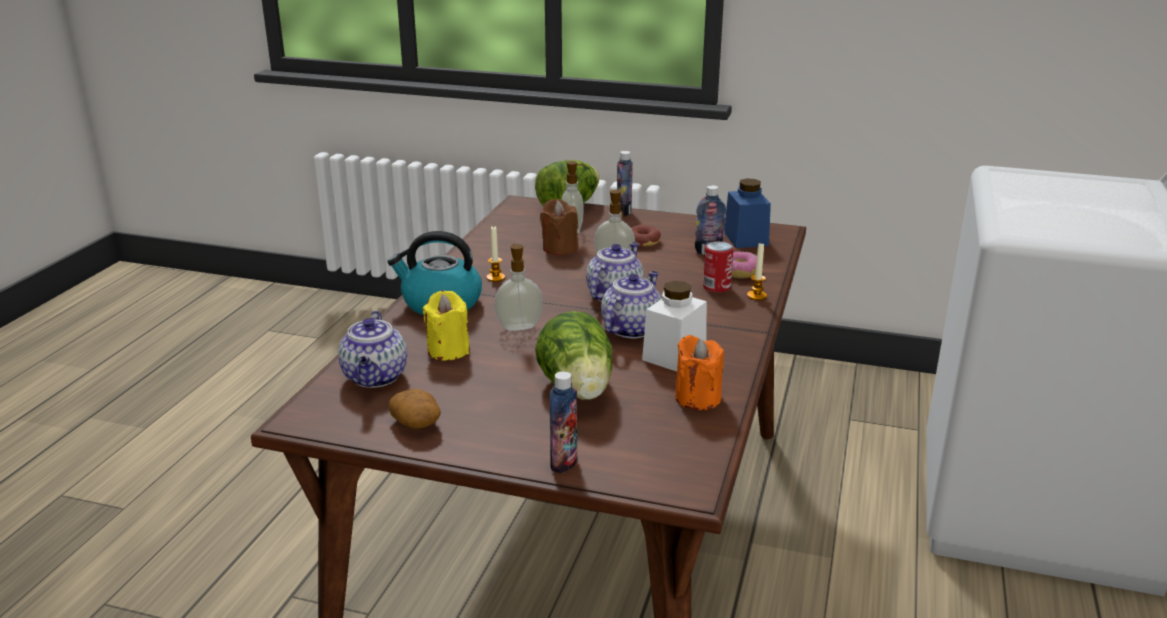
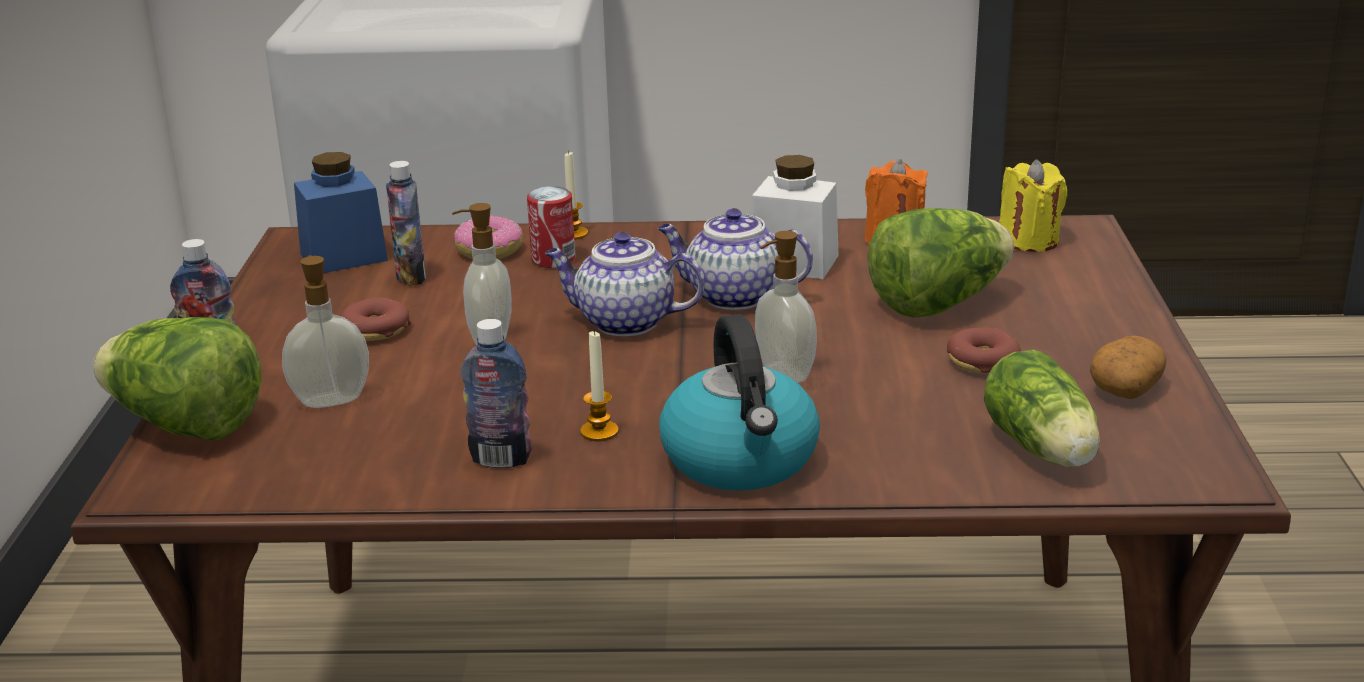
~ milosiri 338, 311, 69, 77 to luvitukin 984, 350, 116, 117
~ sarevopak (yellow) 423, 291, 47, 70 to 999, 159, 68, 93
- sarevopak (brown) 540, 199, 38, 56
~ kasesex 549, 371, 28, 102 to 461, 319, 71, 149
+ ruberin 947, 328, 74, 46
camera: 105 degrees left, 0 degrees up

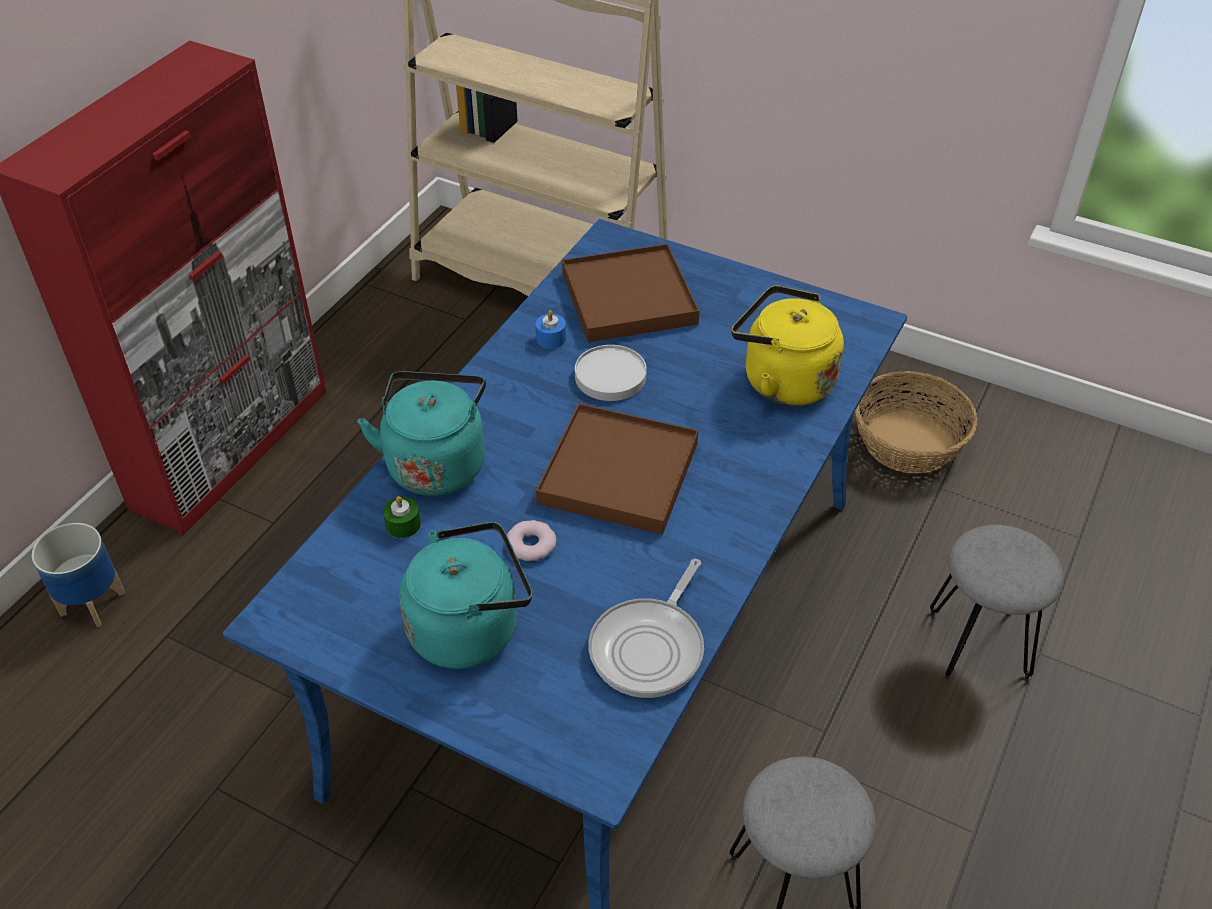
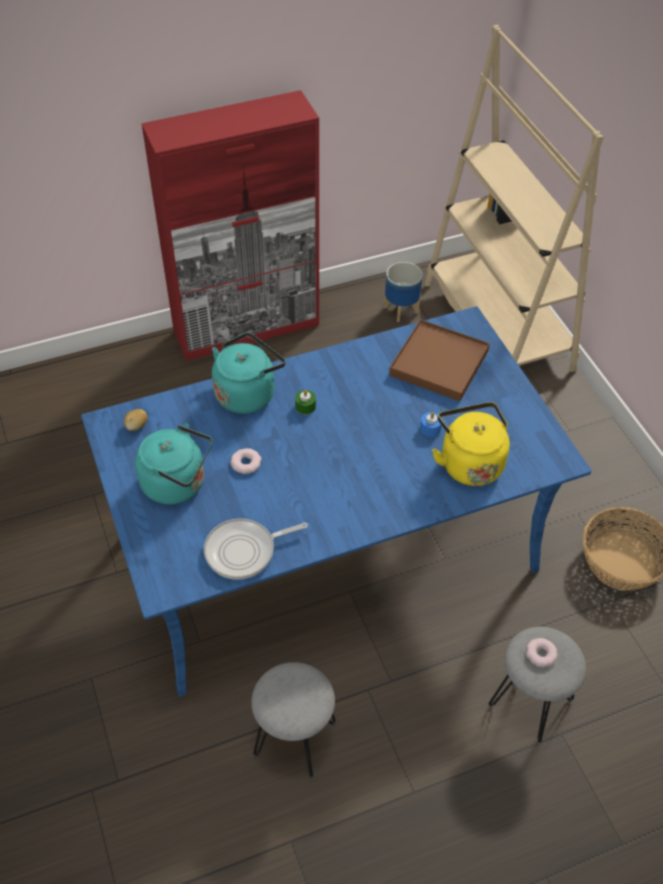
~ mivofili 32, 523, 93, 104 to 384, 262, 39, 60
~ sarevopak (green) 383, 496, 38, 42 to 295, 390, 21, 24
~ sarevopak (blue) 535, 310, 31, 39 to 420, 412, 22, 25
- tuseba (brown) 536, 403, 163, 132
- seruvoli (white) 575, 345, 72, 56
+ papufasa 124, 409, 23, 22
+ ruberin 526, 638, 31, 29
camera: 40 degrees right, 5 degrees up

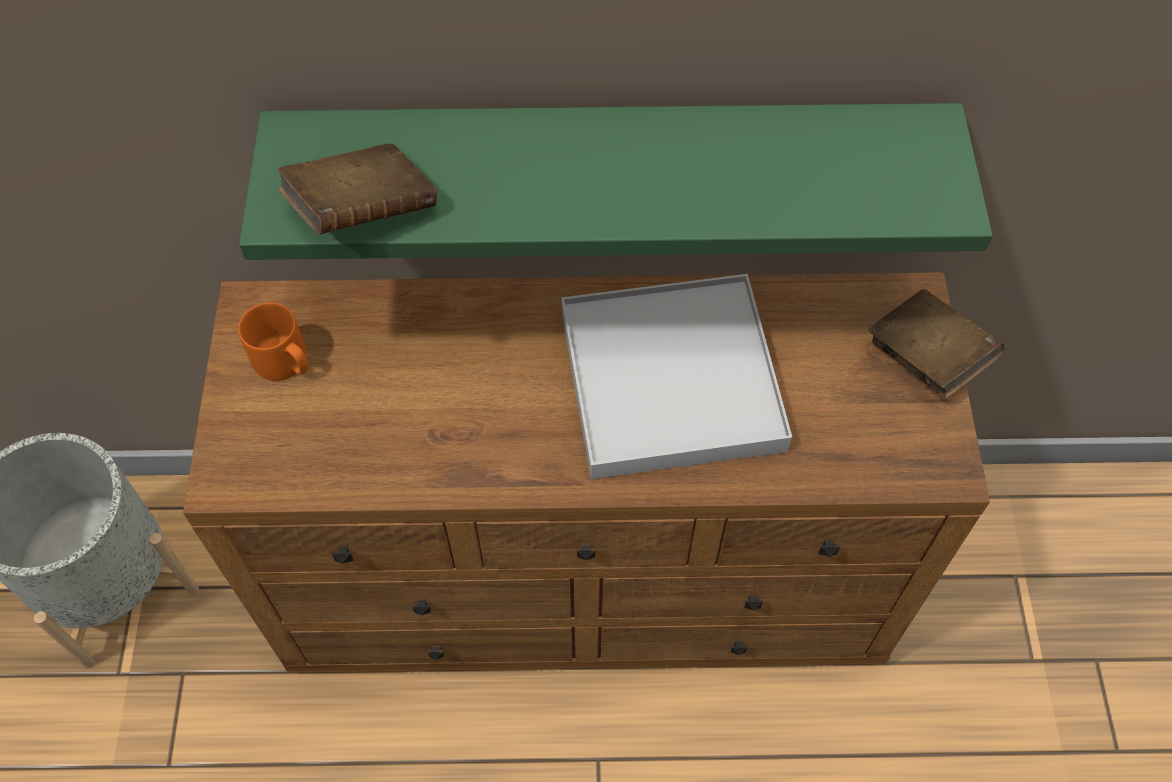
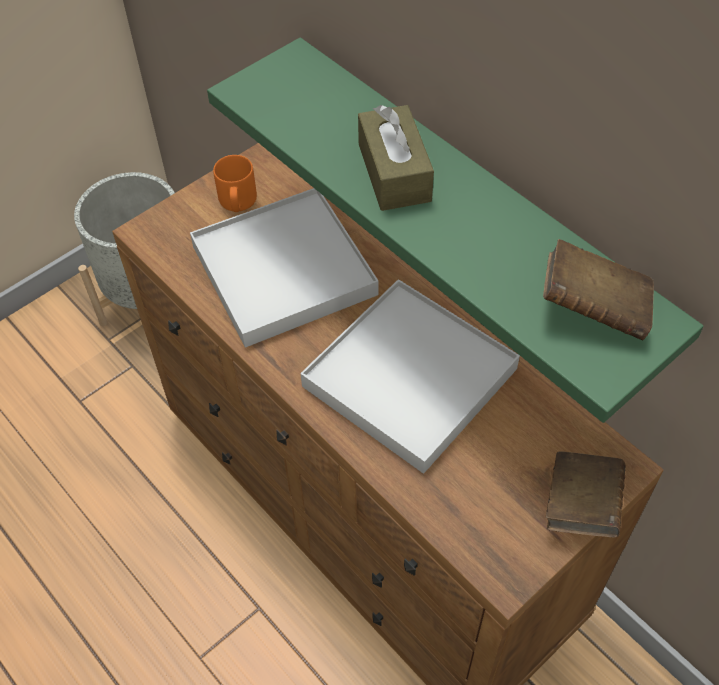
~ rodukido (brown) 277, 143, 160, 91 to 543, 239, 111, 101
+ tuseba (white) 190, 188, 189, 160
+ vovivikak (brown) 358, 105, 76, 106
camera: 50 degrees right, 5 degrees down

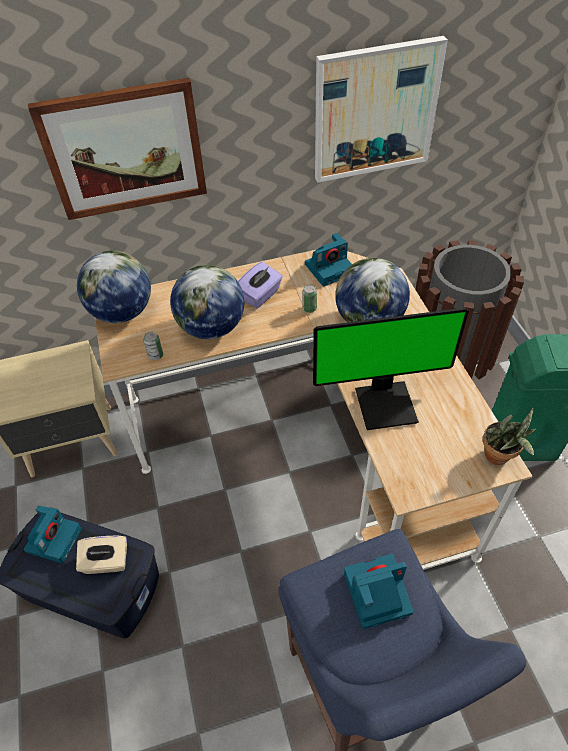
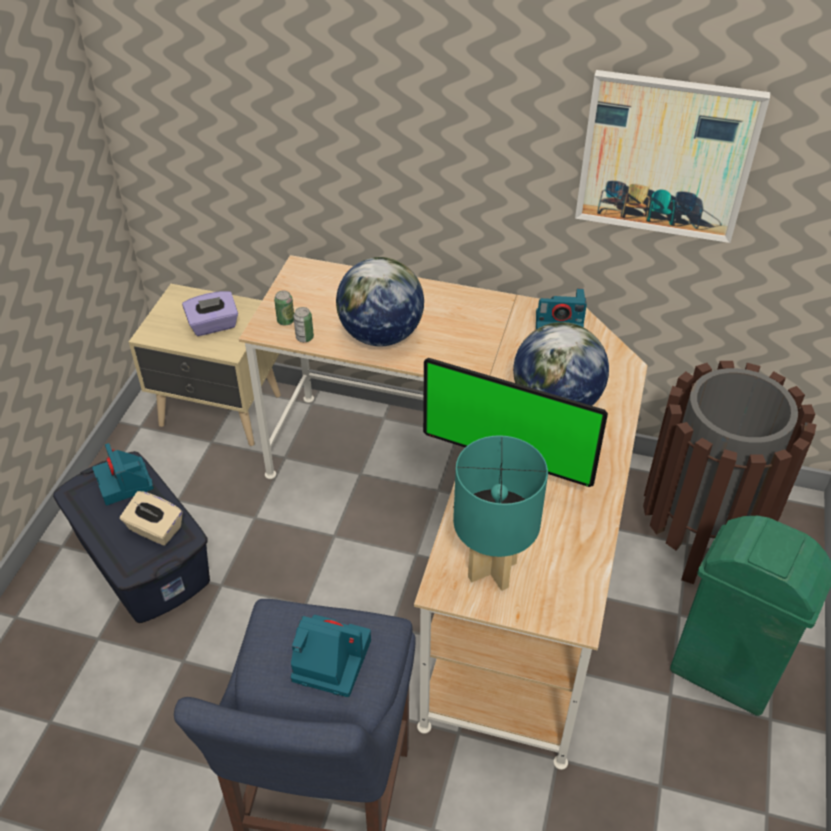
~ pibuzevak 24, 505, 58, 58 = 92, 443, 62, 62 105 degrees clockwise
- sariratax 28, 78, 179, 142
- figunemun 77, 251, 74, 72
~ vovivikak (purple) 238, 262, 45, 46 to 182, 291, 56, 45
~ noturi 302, 284, 15, 29 to 274, 290, 20, 35
- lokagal 483, 408, 53, 57
+ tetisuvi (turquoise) 453, 435, 95, 156
camera: 30 degrees right, 5 degrees down

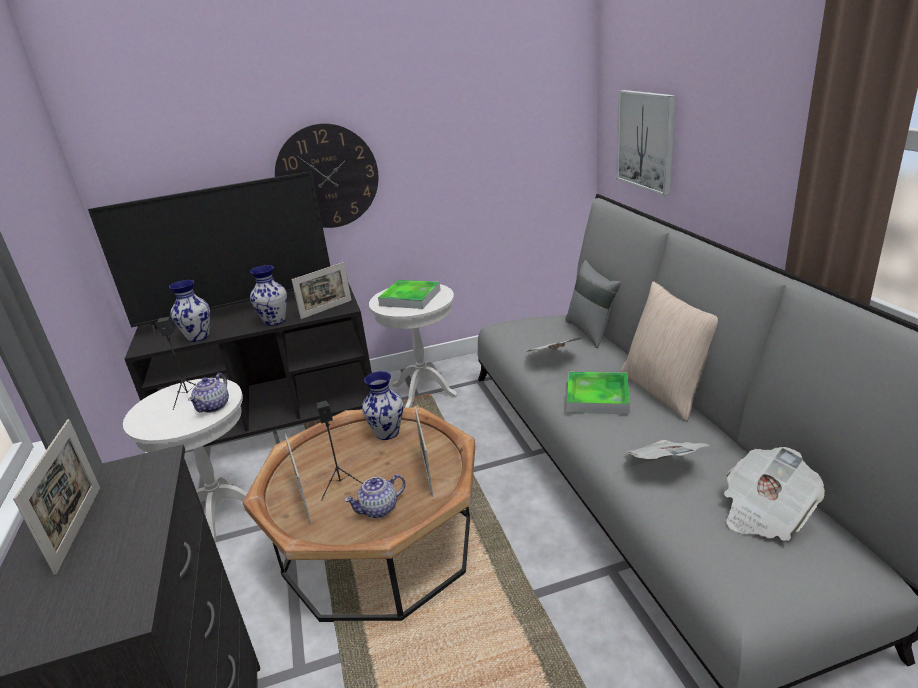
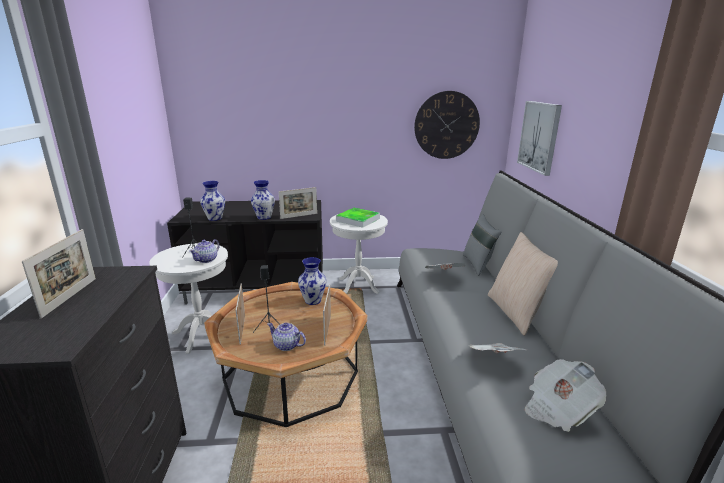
- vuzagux 88, 171, 242, 165
~ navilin 275, 123, 103, 105 to 414, 91, 66, 68
~ milosiri 344, 474, 61, 44 = 267, 323, 39, 28 45 degrees clockwise
- tuseba 567, 372, 63, 42
camera: 10 degrees right, 5 degrees down

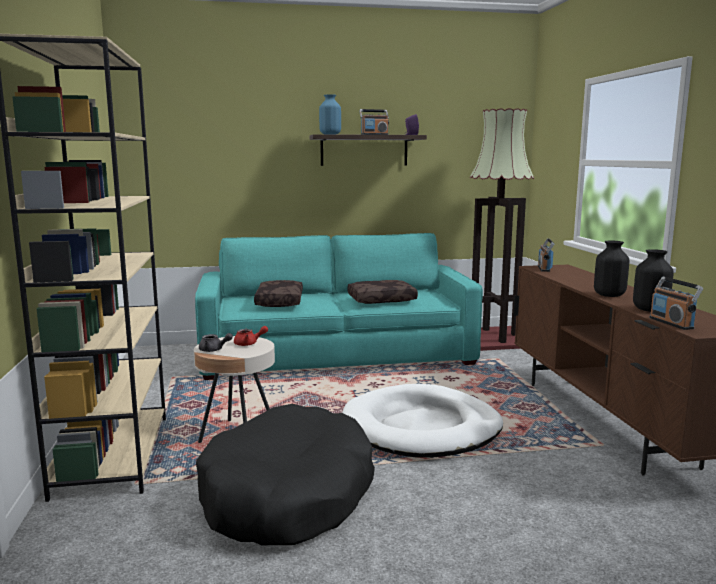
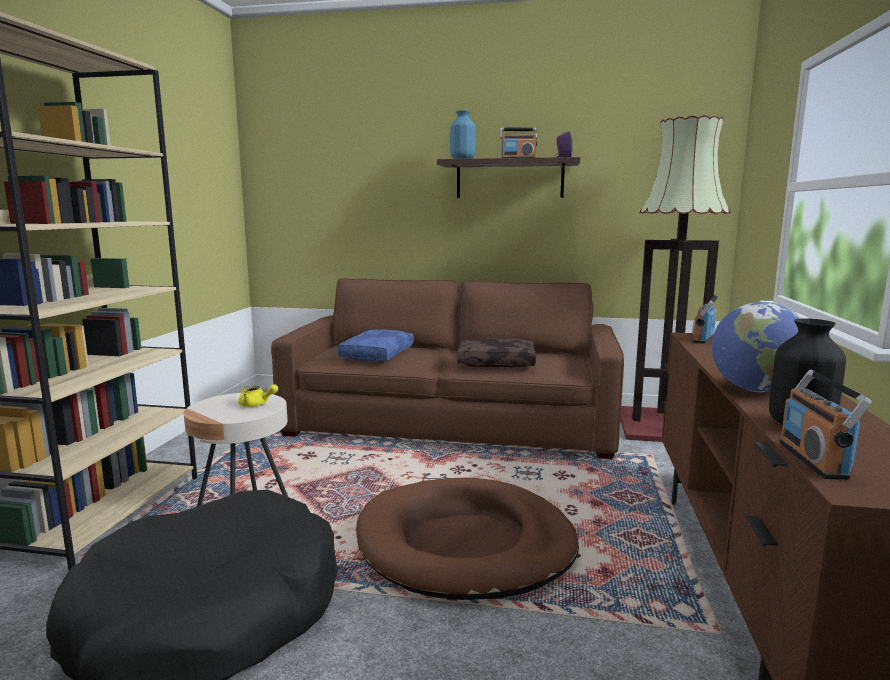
~ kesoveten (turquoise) 195, 233, 288, 147 to kesoveten (brown) 271, 278, 353, 181
- milosiri (grey) 199, 333, 34, 19
~ milosiri (red) 234, 326, 34, 20 to milosiri (yellow) 238, 384, 40, 23
~ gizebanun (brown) 254, 280, 49, 27 to gizebanun (blue) 338, 330, 76, 31
~ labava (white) 342, 384, 161, 74 to labava (brown) 356, 478, 223, 122
~ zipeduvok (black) 594, 241, 35, 56 to figunemun 712, 302, 90, 90
camera: 20 degrees right, 0 degrees up

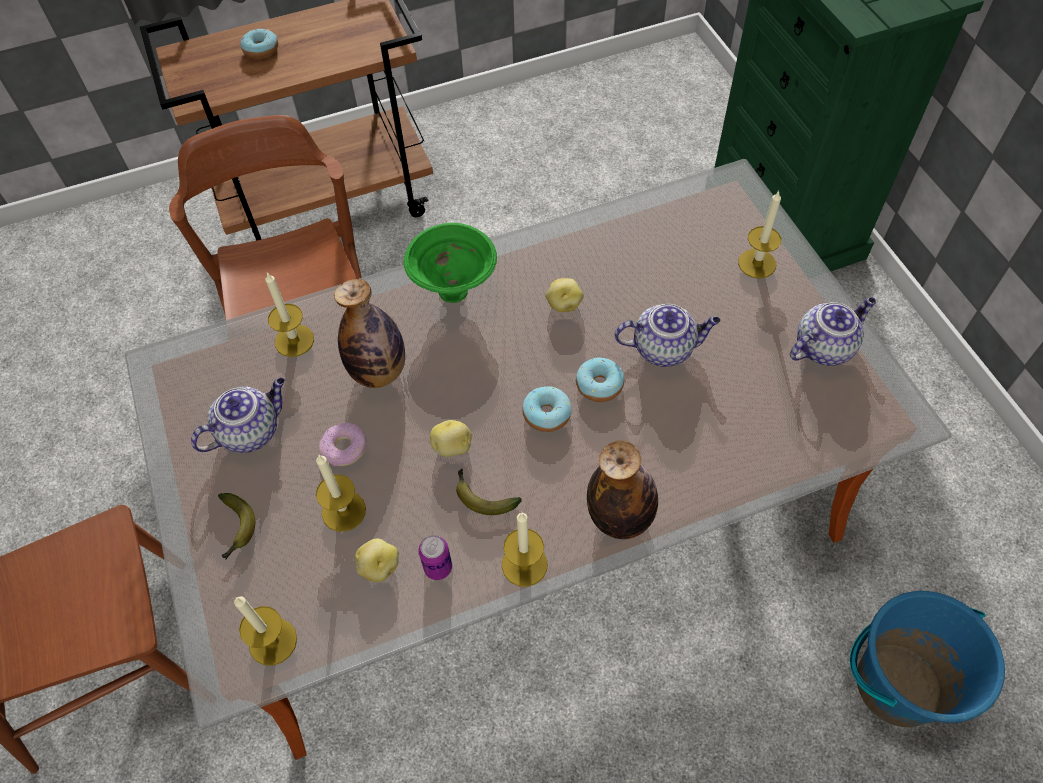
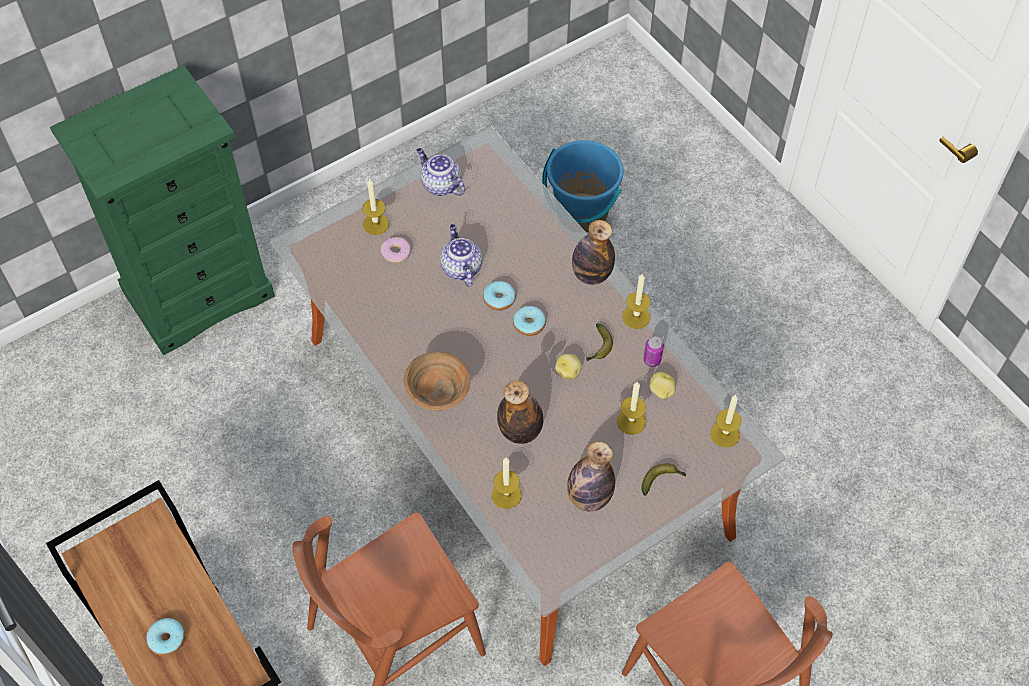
~ milosiri 191, 378, 94, 75 to kasesex 567, 442, 48, 70
~ ruberin 319, 423, 48, 43 to 380, 237, 31, 26
~ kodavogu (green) 404, 223, 93, 80 to kodavogu (brown) 404, 352, 67, 59
- papufasa 545, 278, 39, 34
camera: 105 degrees left, 0 degrees up

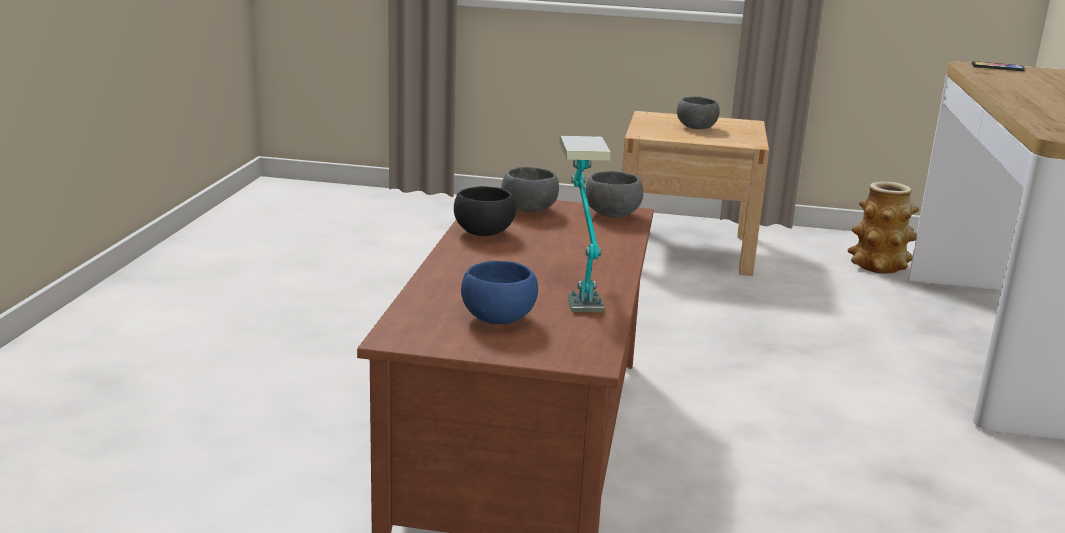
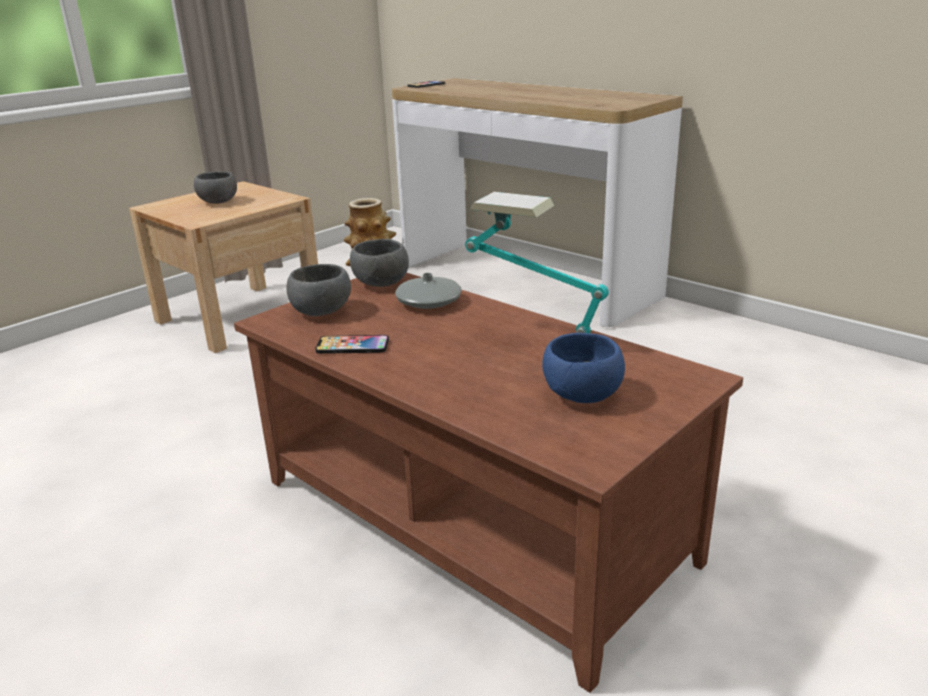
~ kodavogu (black) 454, 186, 62, 50 to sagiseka 315, 335, 74, 19
+ zipeduvok (grey) 395, 273, 67, 36
camera: 55 degrees left, 5 degrees up

